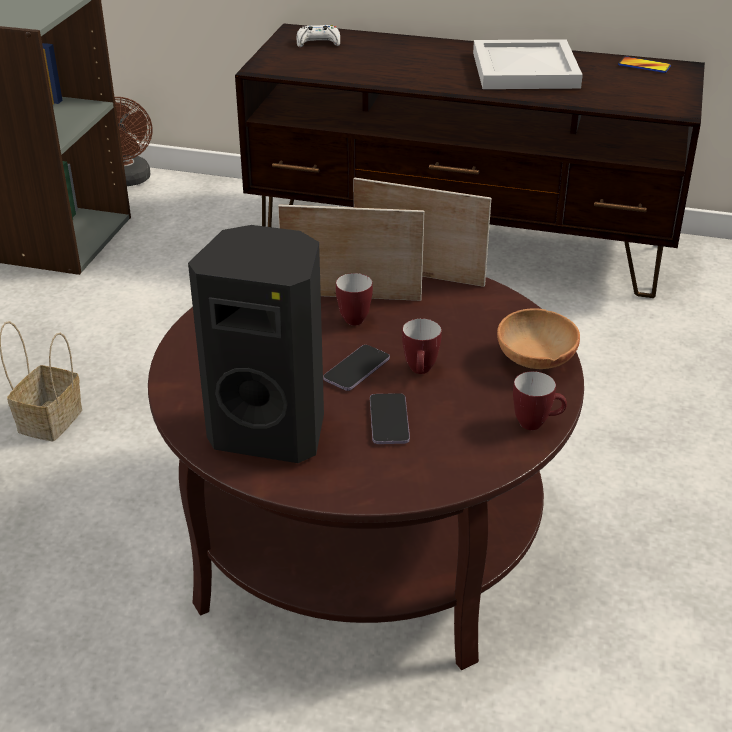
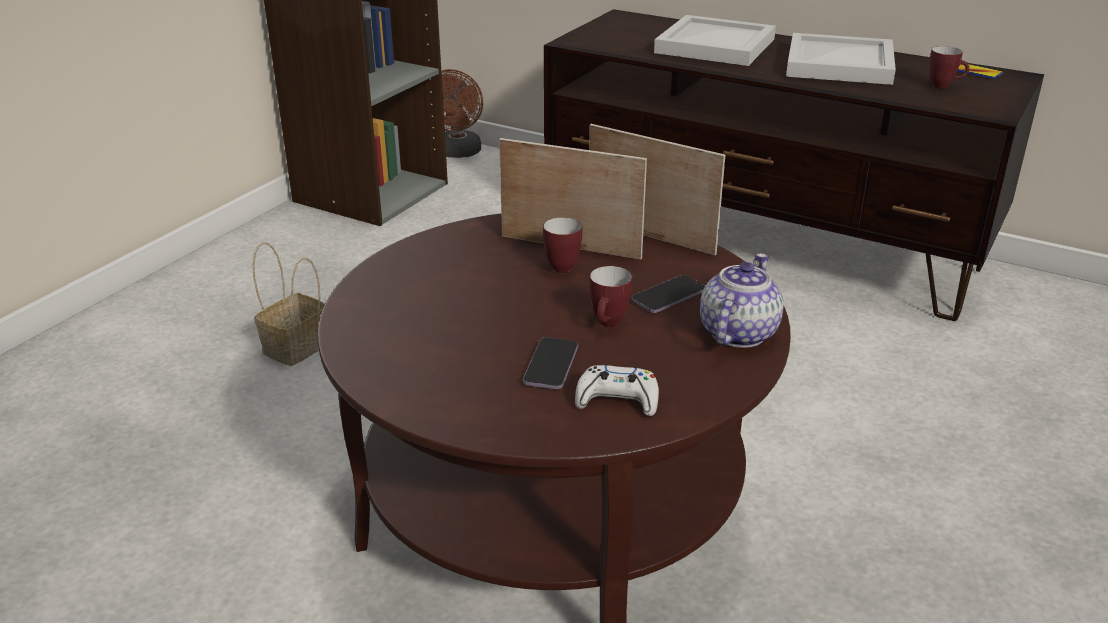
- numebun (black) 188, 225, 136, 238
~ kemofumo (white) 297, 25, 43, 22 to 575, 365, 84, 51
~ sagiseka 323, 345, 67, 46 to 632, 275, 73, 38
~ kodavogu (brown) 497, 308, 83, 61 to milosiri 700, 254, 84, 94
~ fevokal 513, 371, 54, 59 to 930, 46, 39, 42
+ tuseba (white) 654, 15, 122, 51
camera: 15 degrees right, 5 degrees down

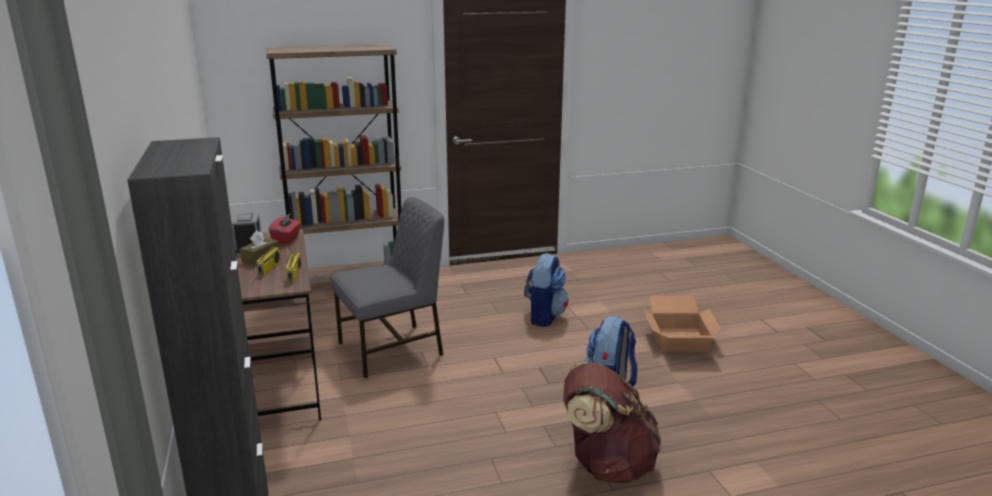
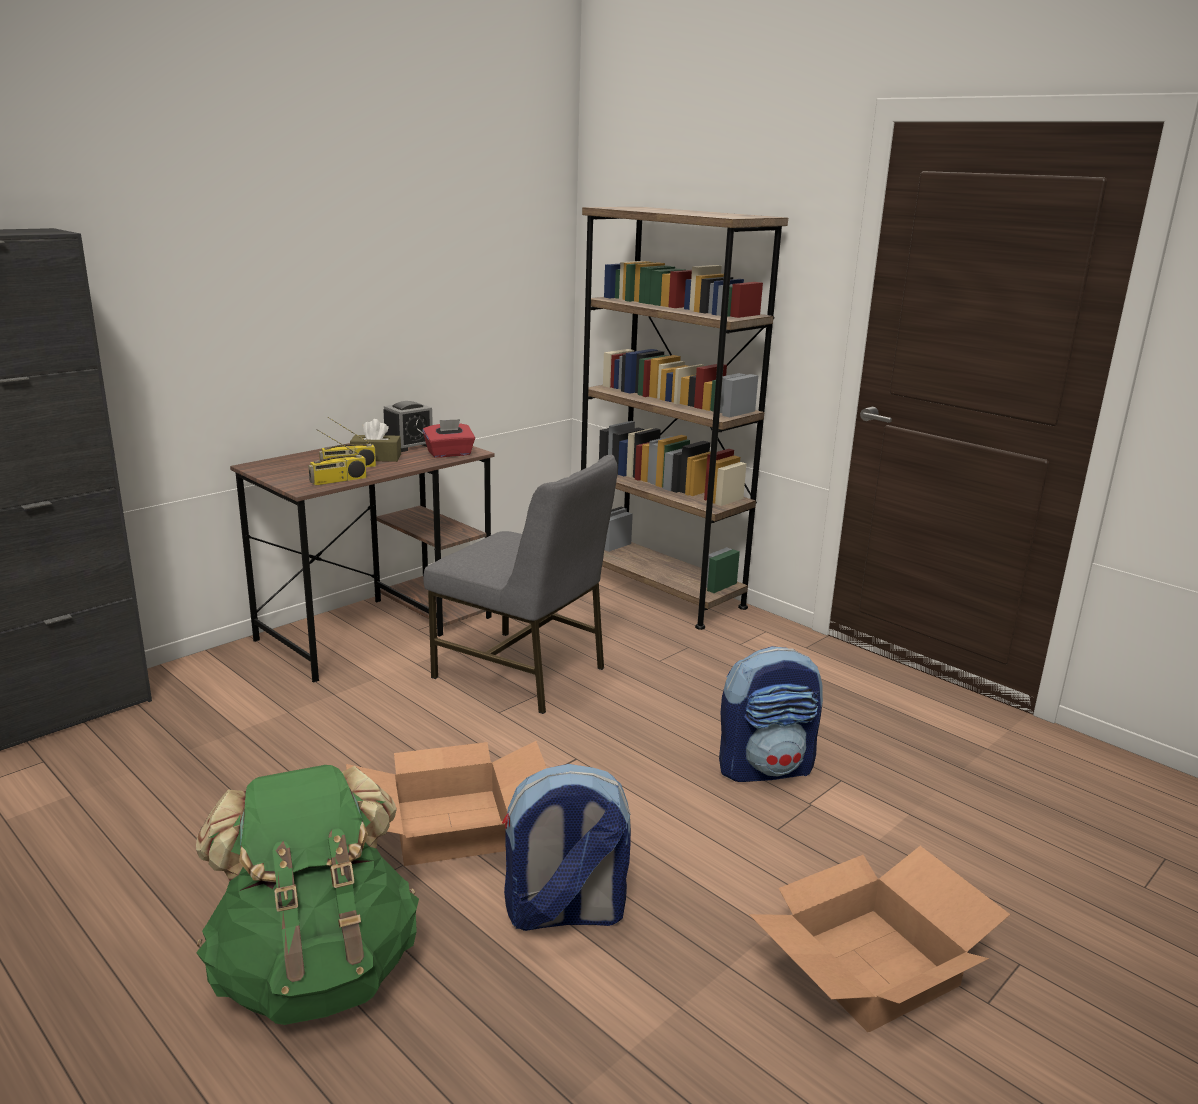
~ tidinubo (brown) 563, 362, 98, 121 to tidinubo (green) 196, 765, 223, 260
+ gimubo 346, 741, 201, 125
camera: 60 degrees right, 0 degrees up

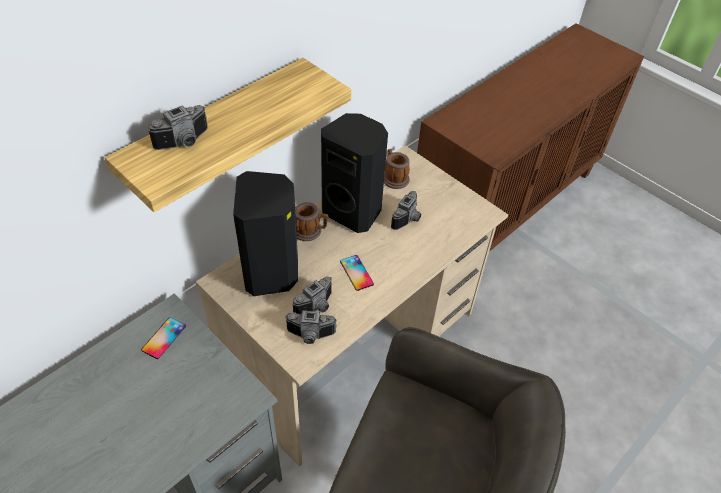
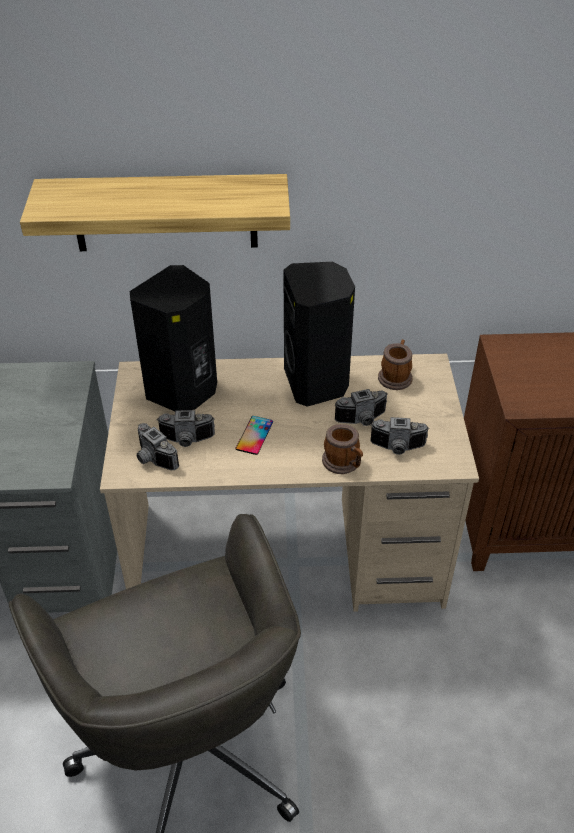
- sagiseka 141, 317, 45, 42
~ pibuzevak 147, 105, 61, 45 to 370, 417, 59, 38
~ fevokal 295, 202, 34, 39 to 322, 424, 41, 50
camera: 45 degrees right, 5 degrees down

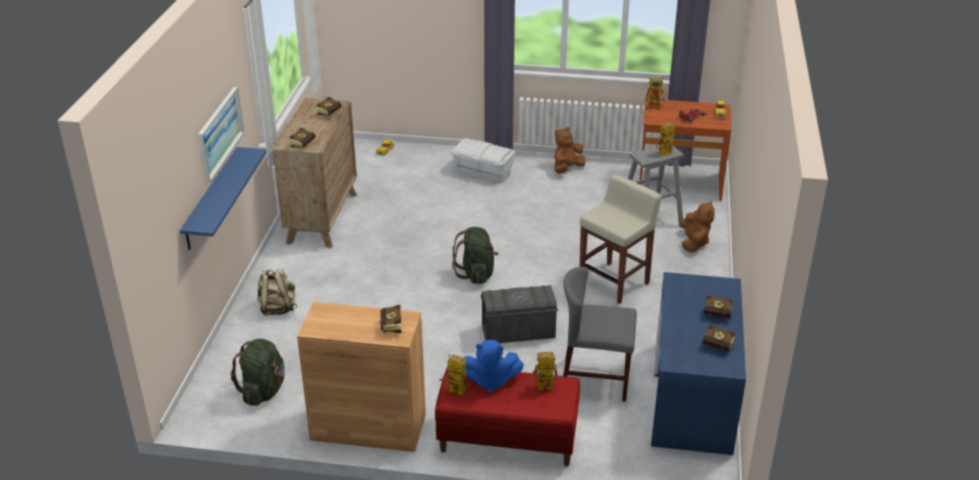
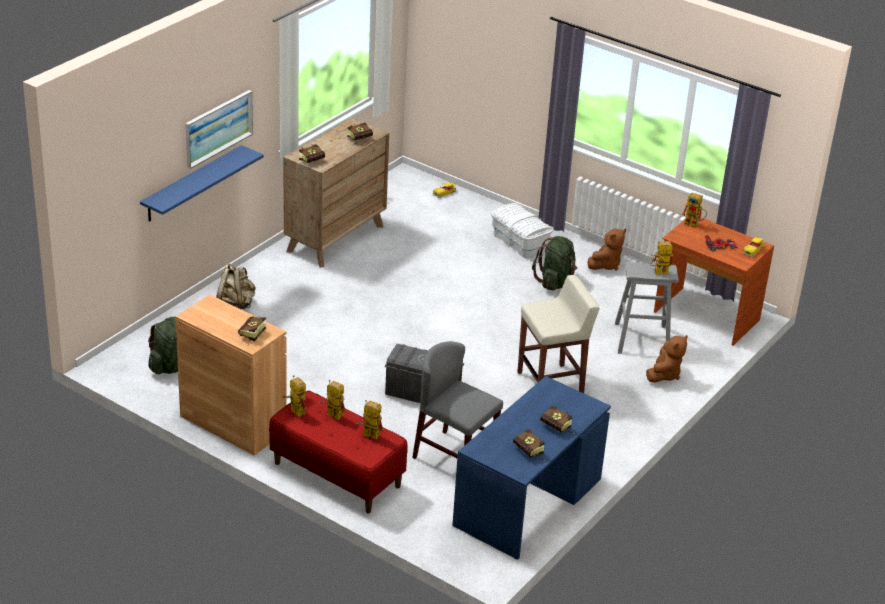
~ tidinubo (green) 452, 227, 47, 57 to 532, 236, 45, 54
~ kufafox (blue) 463, 340, 61, 53 to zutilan 319, 380, 28, 40
~ kufafox (brown) 554, 127, 32, 46 = 587, 229, 39, 41 150 degrees clockwise
camera: 25 degrees right, 0 degrees up

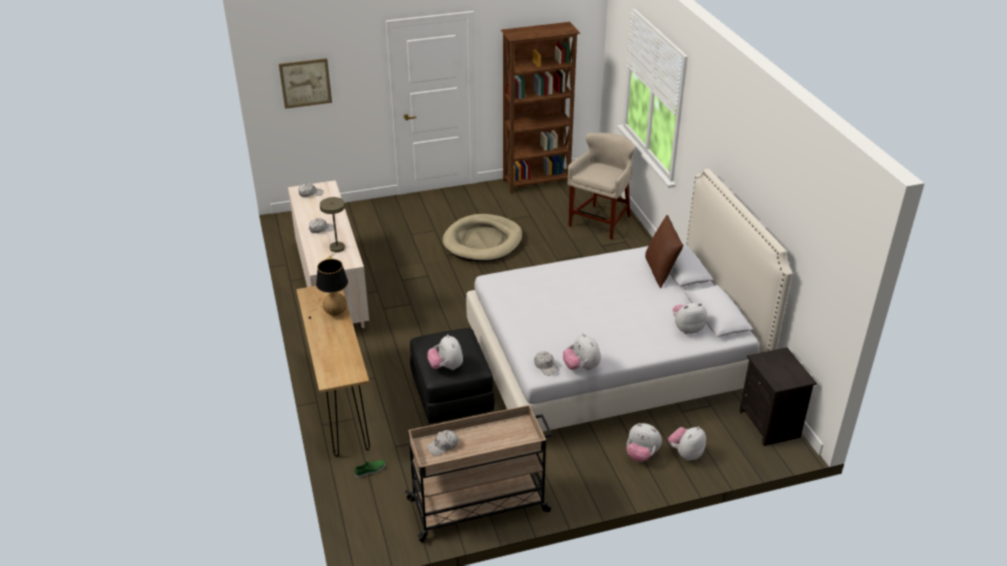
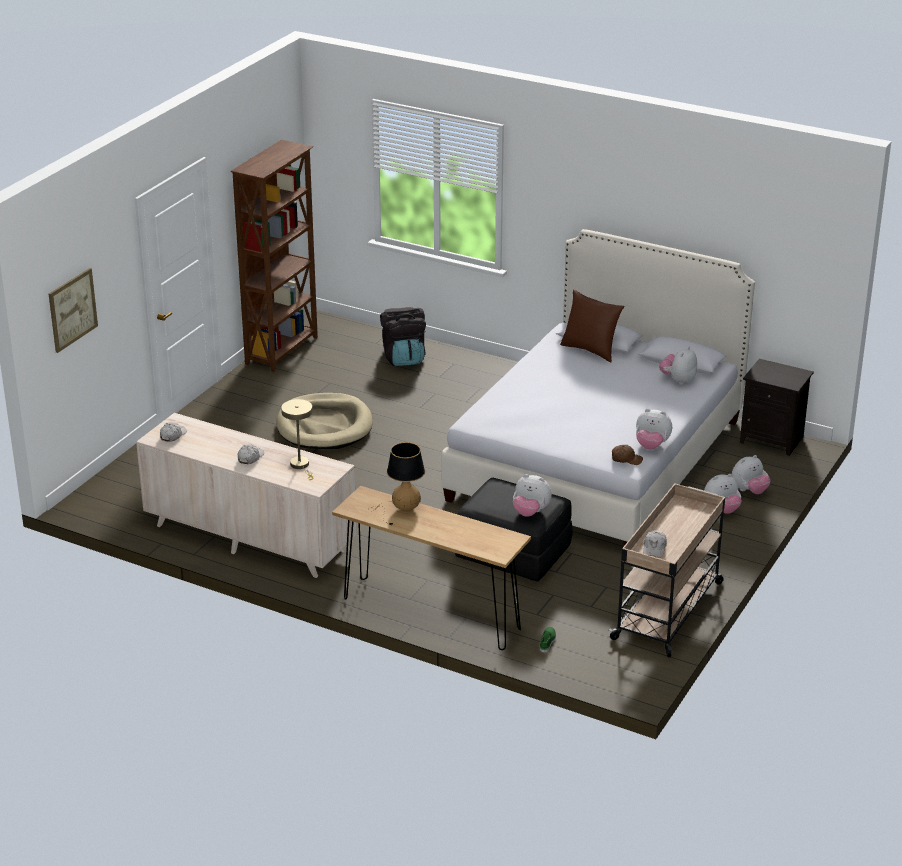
~ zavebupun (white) 534, 351, 25, 25 to zavebupun (brown) 612, 445, 31, 20
~ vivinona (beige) 568, 133, 67, 107 to tidinubo (black) 380, 307, 46, 59
~ kufafox 668, 426, 38, 35 = 732, 455, 38, 39 120 degrees counterclockwise
camera: 45 degrees left, 5 degrees down

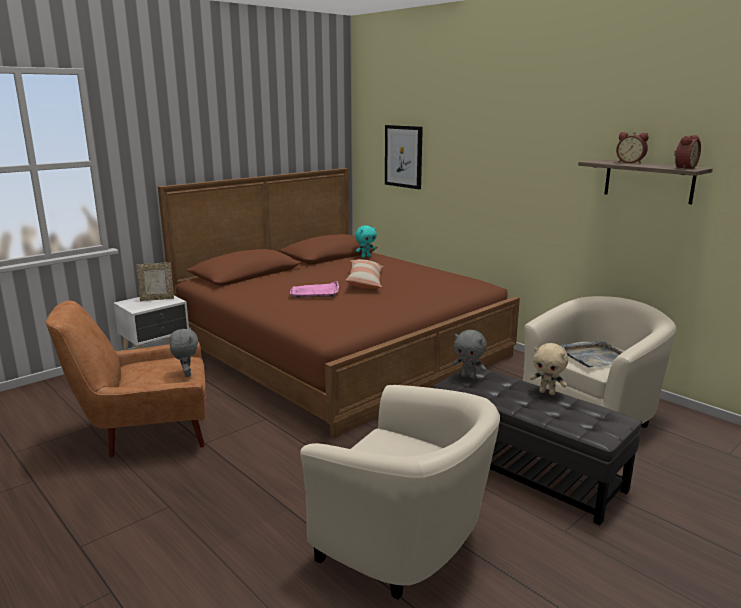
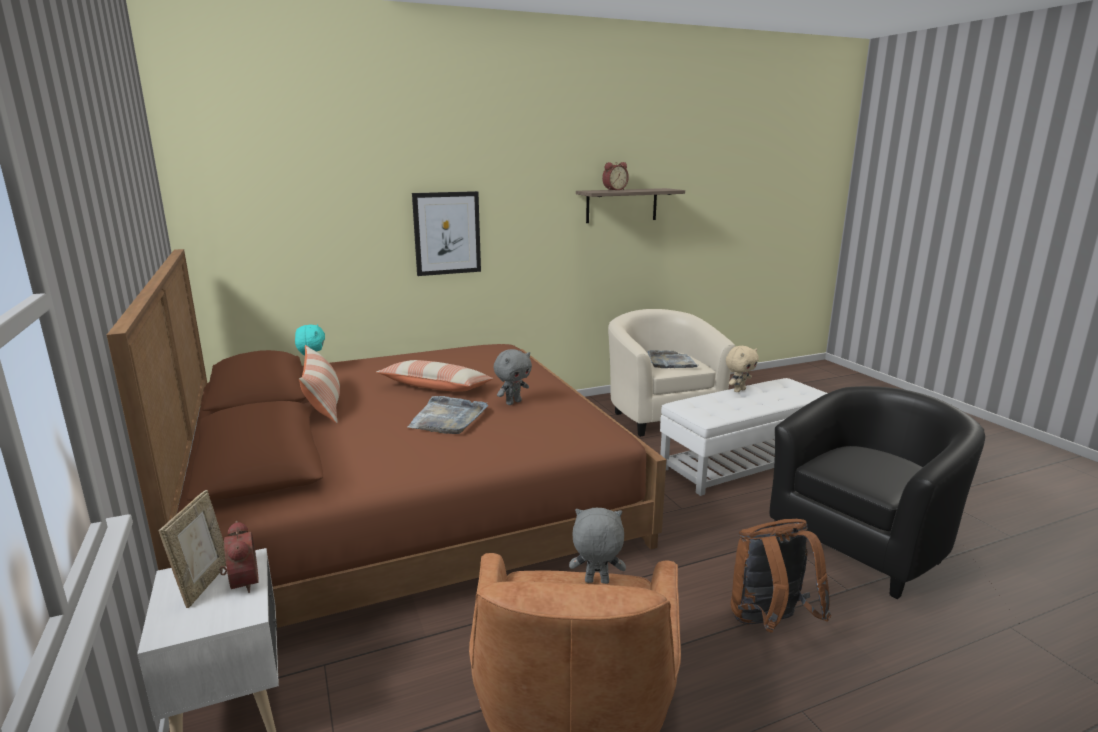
~ tuseba (pink) 290, 281, 49, 17 to tuseba (grey) 408, 396, 80, 38
~ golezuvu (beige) 300, 385, 200, 215 to golezuvu (black) 770, 386, 215, 213
~ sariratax 385, 125, 38, 64 to 412, 191, 69, 85
~ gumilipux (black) 433, 366, 209, 159 to gumilipux (white) 660, 378, 167, 118
~ kufafox (grey) 452, 330, 35, 49 to 494, 349, 38, 56
~ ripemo 674, 135, 27, 34 to 219, 521, 40, 72
+ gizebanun 299, 345, 41, 79
+ tidinubo (brown) 731, 519, 100, 114
camera: 70 degrees left, 0 degrees up

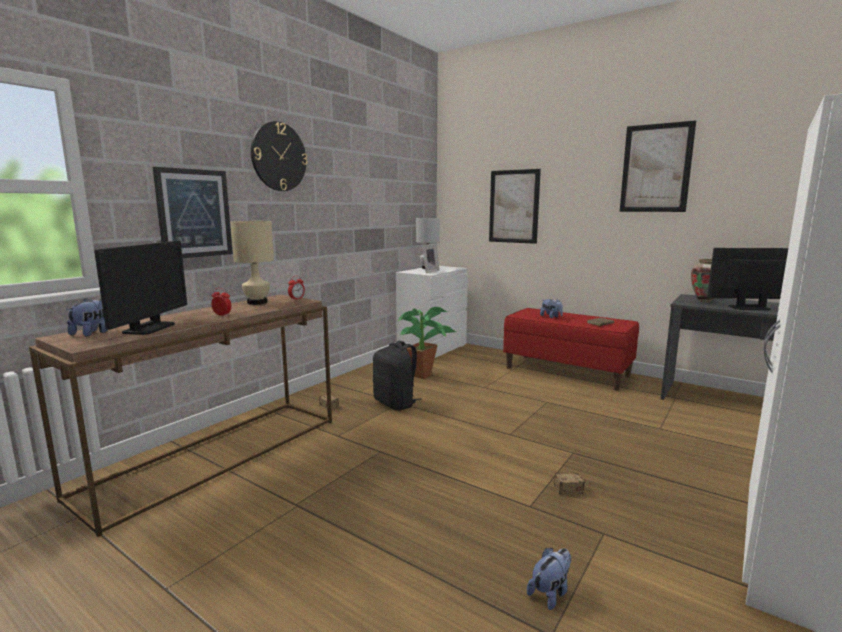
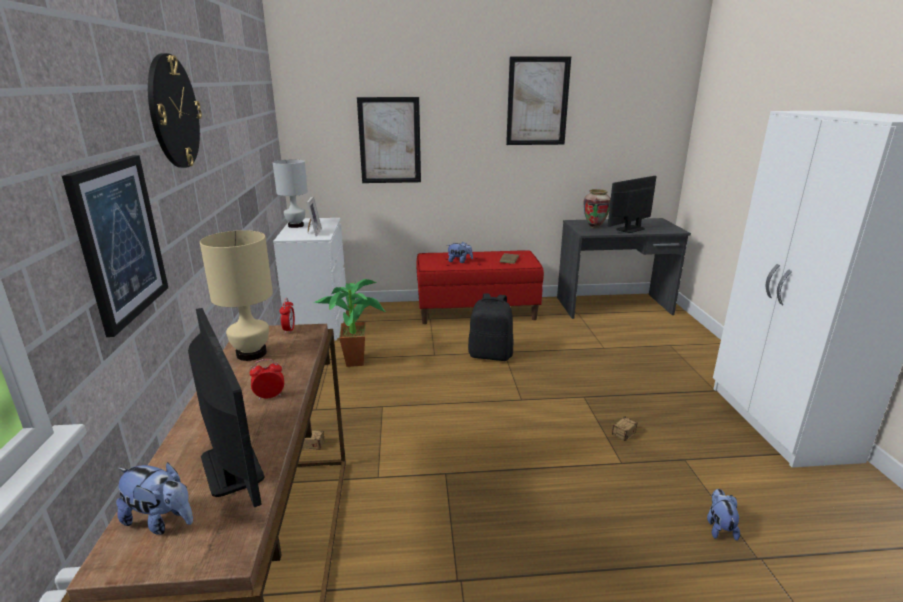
~ kufafox 66, 298, 42, 39 = 116, 462, 77, 73 135 degrees clockwise
~ tidinubo (black) 373, 341, 49, 70 to 468, 293, 45, 68
camera: 40 degrees left, 10 degrees up

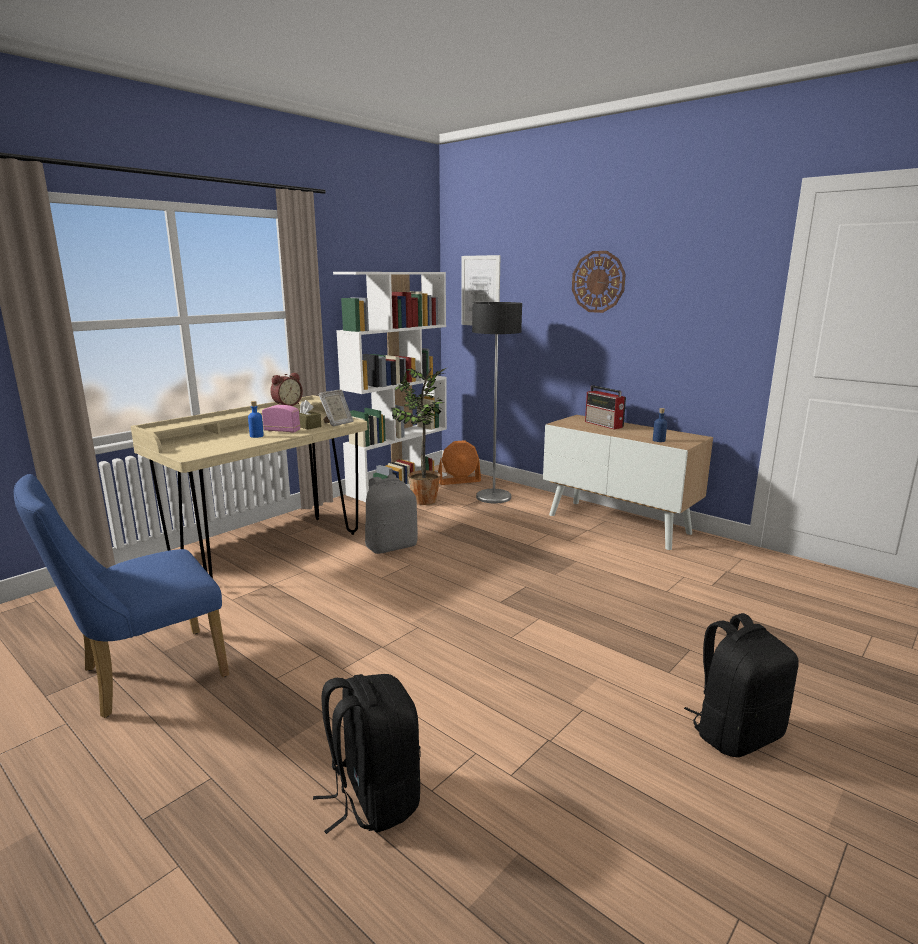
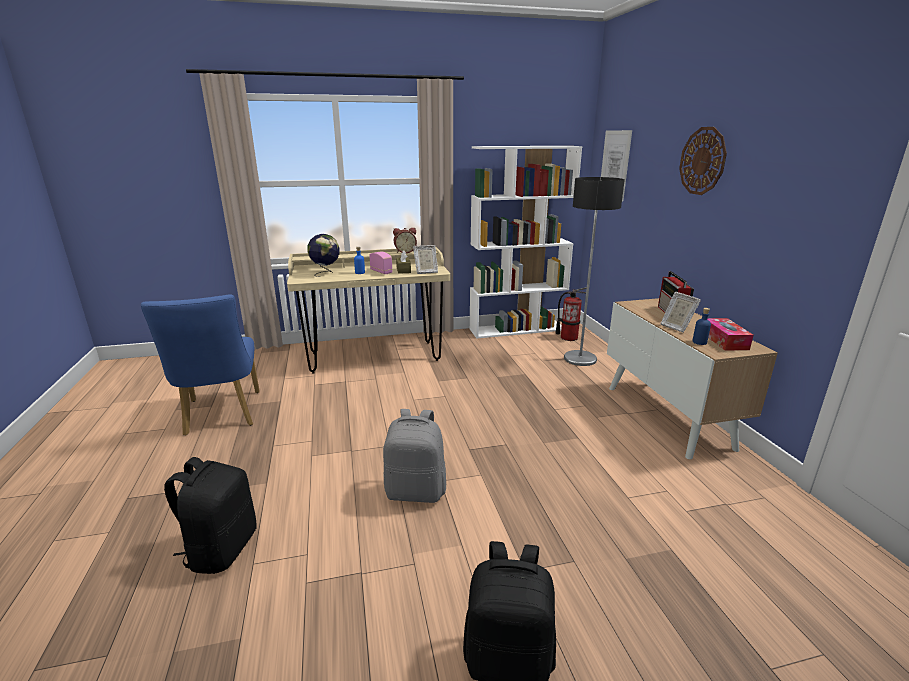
~ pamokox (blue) 14, 474, 215, 244 = 141, 294, 119, 142 105 degrees counterclockwise
~ tidinubo (grey) 365, 474, 53, 80 to 383, 409, 63, 94
- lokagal 391, 368, 56, 137
~ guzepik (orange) 438, 440, 43, 45 to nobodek 555, 287, 32, 54
+ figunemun 307, 234, 33, 43
+ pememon 660, 292, 41, 41
+ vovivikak 707, 318, 46, 32
camera: 35 degrees right, 5 degrees up

